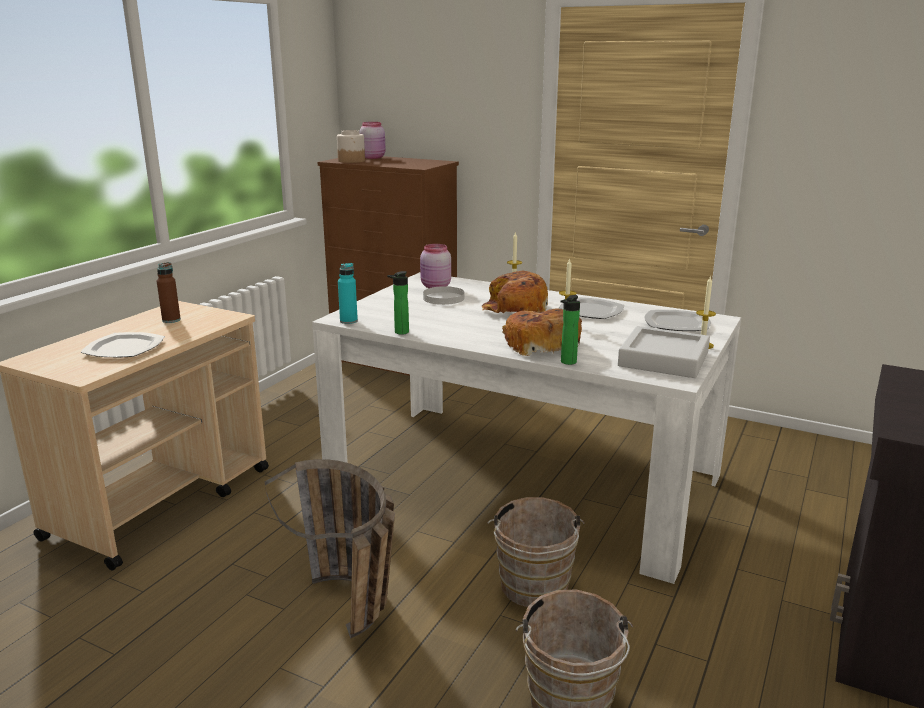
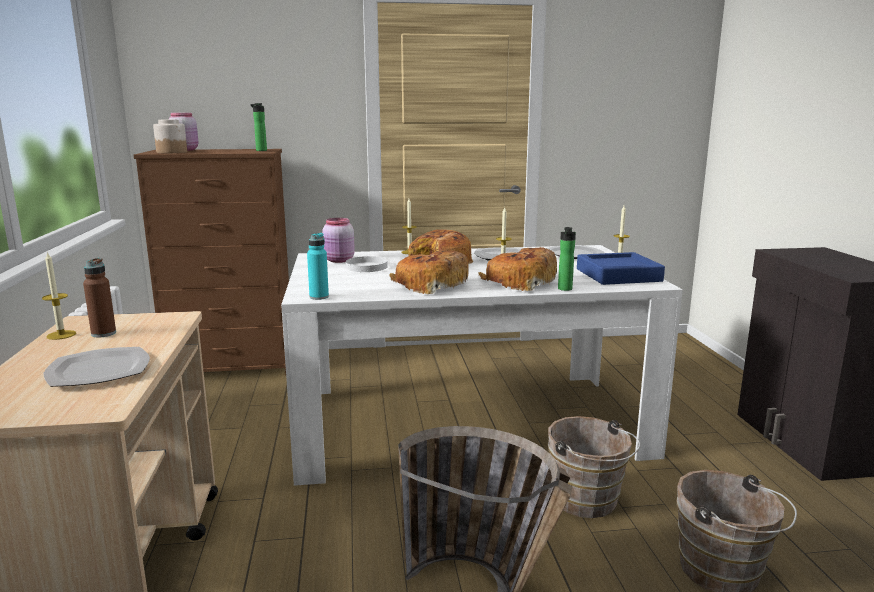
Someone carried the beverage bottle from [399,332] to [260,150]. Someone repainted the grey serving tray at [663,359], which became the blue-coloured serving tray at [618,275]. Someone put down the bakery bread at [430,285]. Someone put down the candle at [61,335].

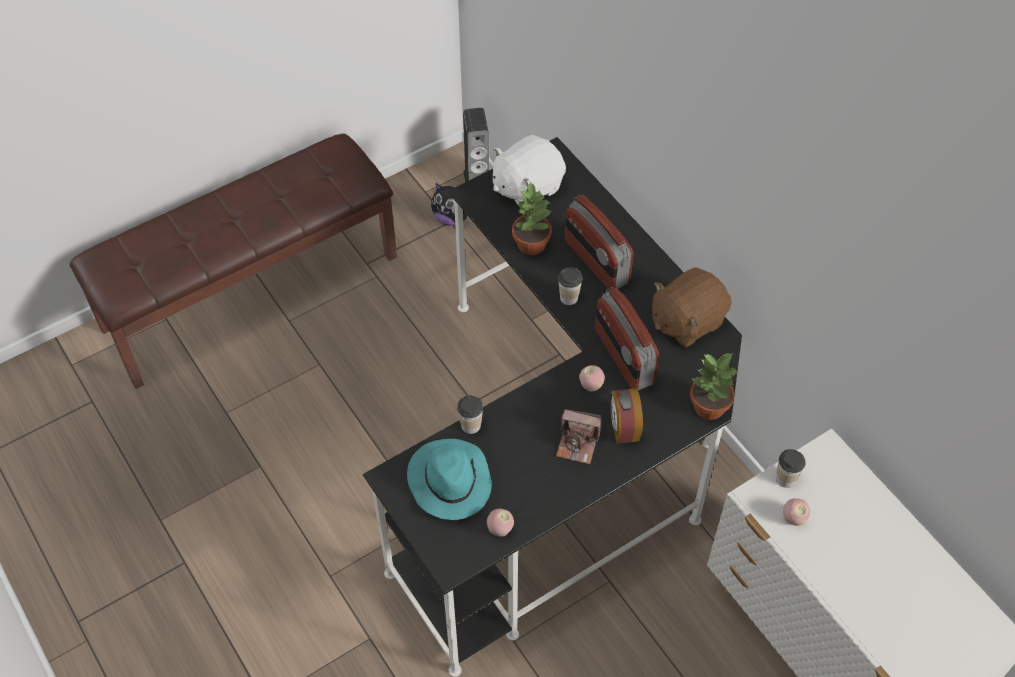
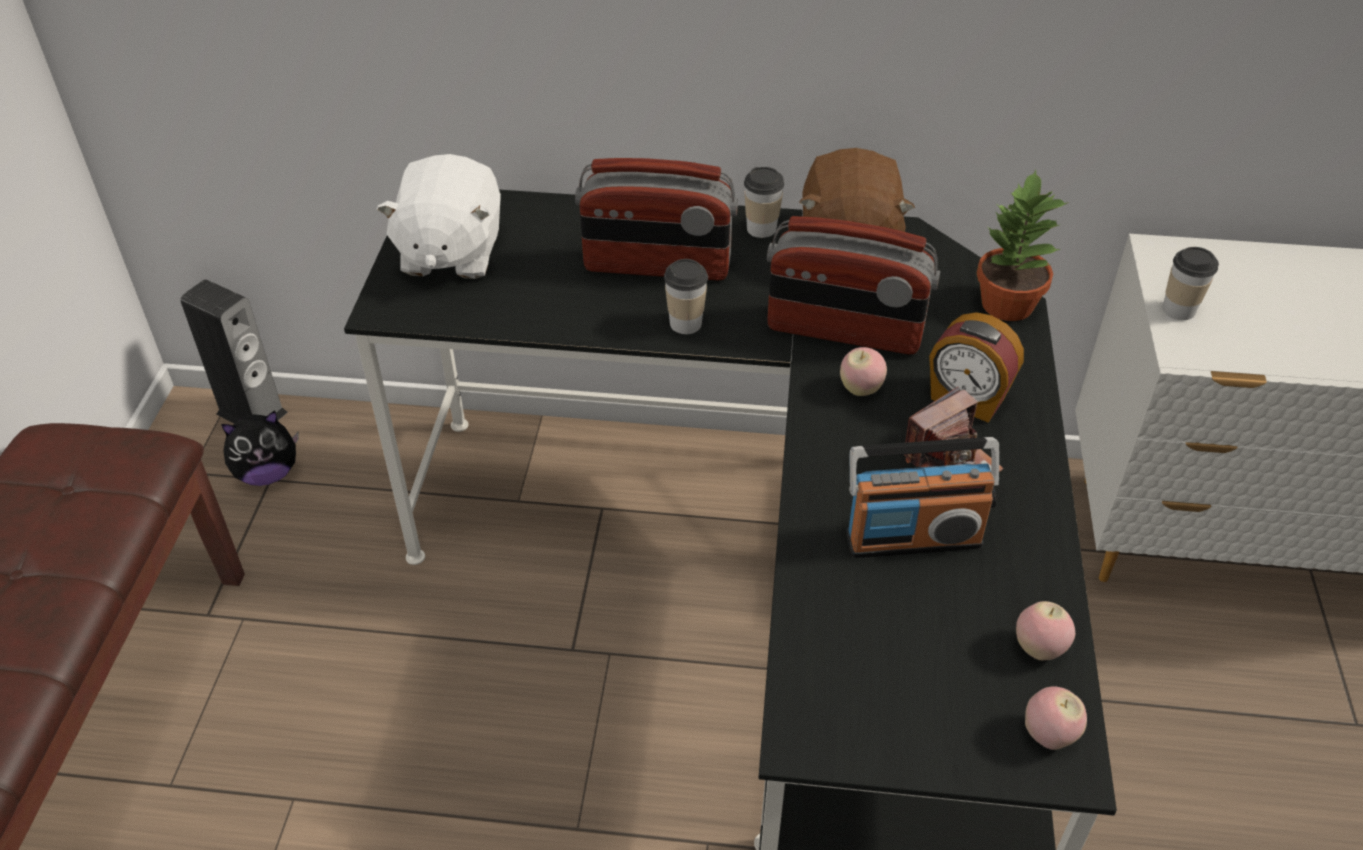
Someone took away the houseplant at [531,243]. Someone carried the cup from [471,425] to [761,228]. Someone took away the turquoise-coloured hat at [449,480]. Someone carried the whole apple from [793,518] to [1048,735]. Someone put down the radio set at [913,538].

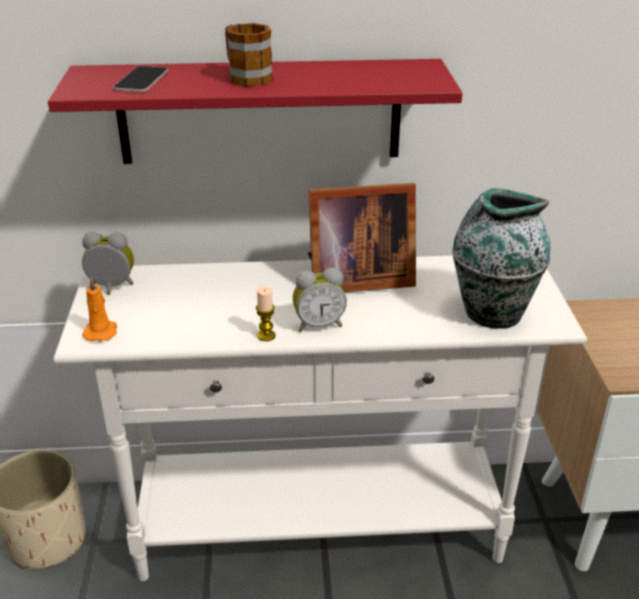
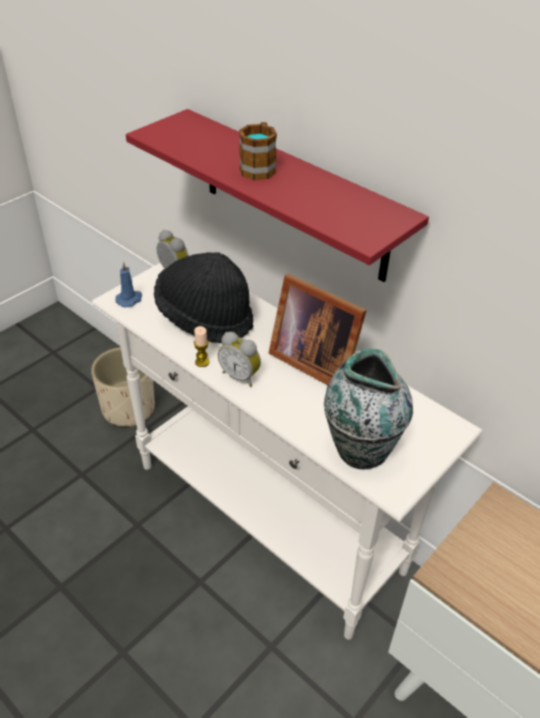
Someone took away the telephone at [141,80]. Someone repainted the orange-coloured candle at [101,331], which became the blue-coloured candle at [130,299]. Someone put down the black hat at [205,317].

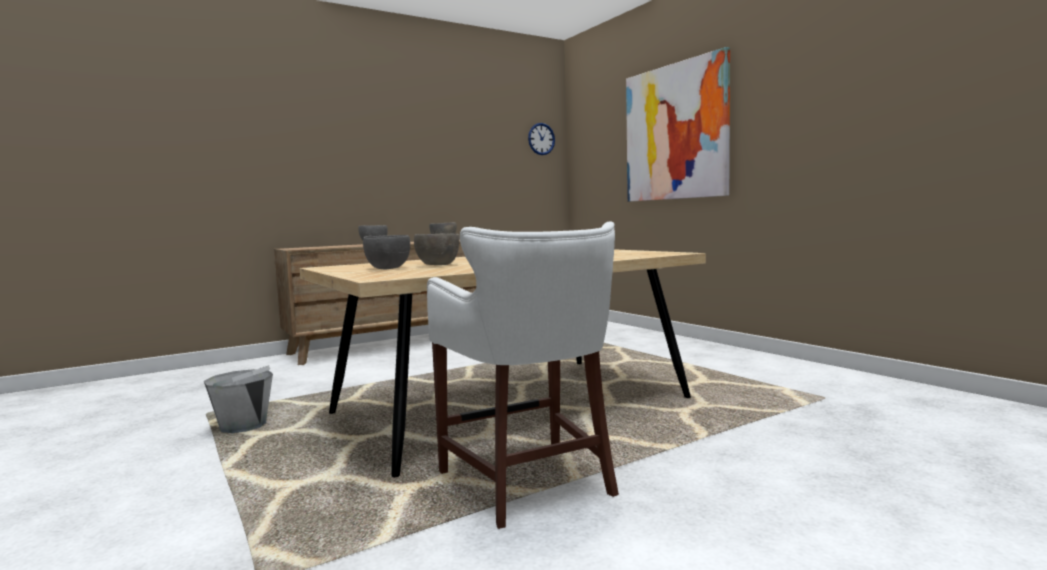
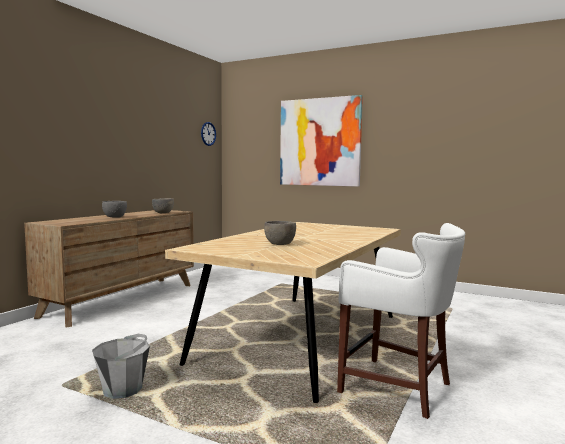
Someone took away the grey bowl at [388,268].

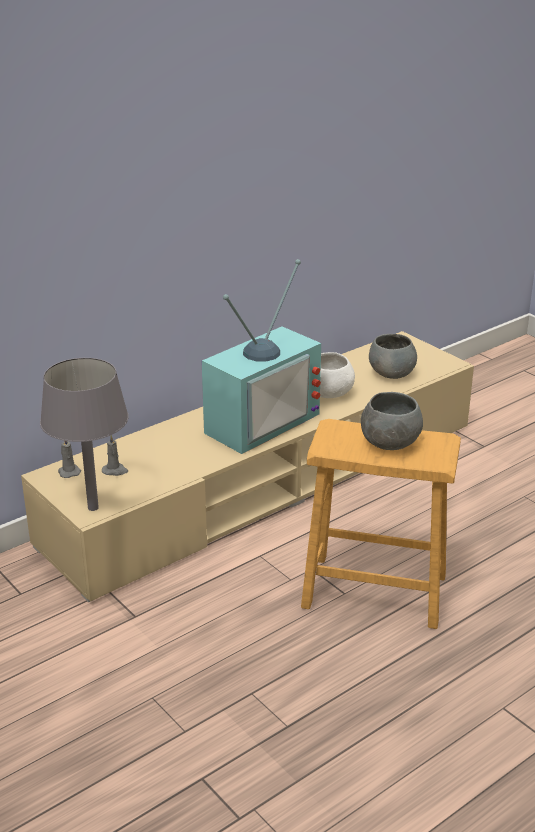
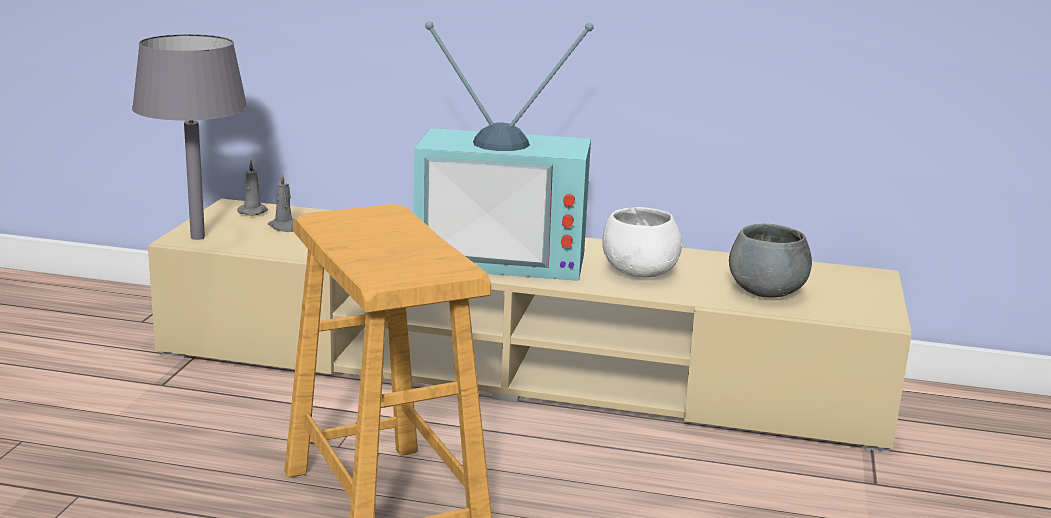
Someone took away the grey bowl at [389,443].

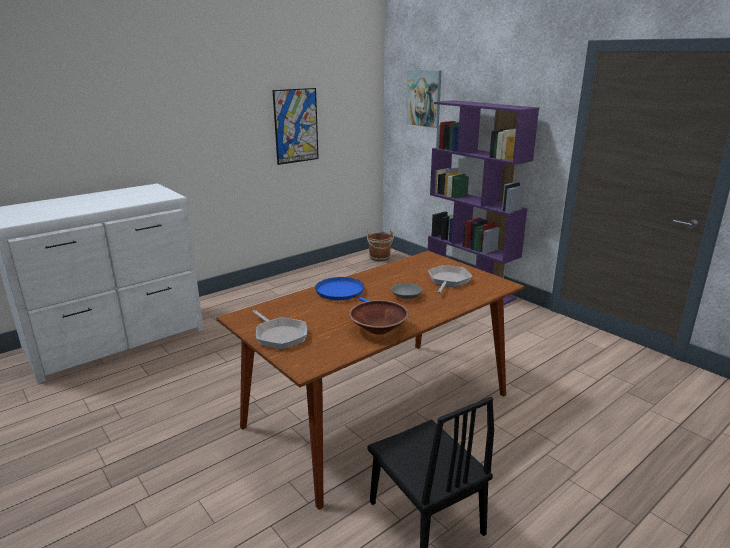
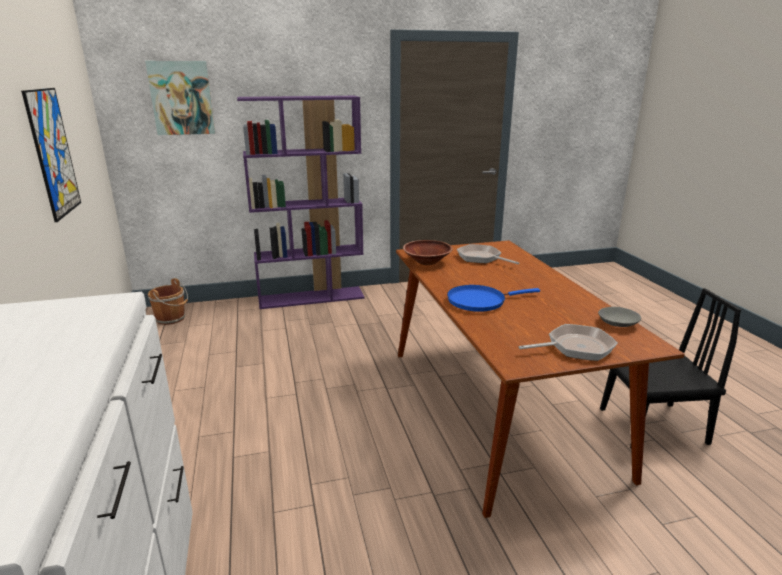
Someone carried the grey bowl from [406,296] to [617,323]. Someone carried the brown-coloured bowl from [379,329] to [427,262].

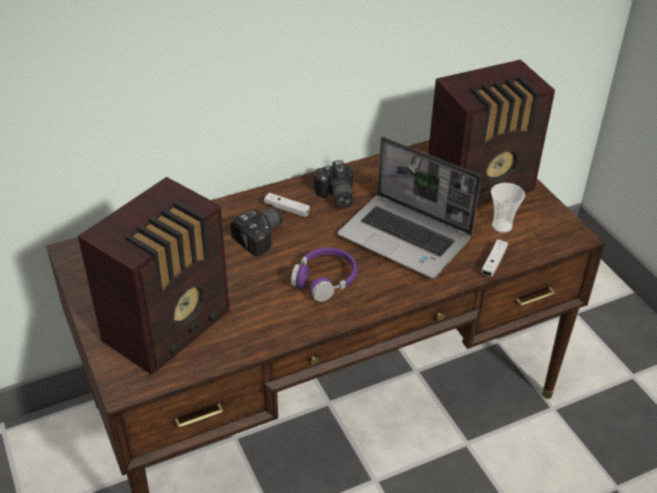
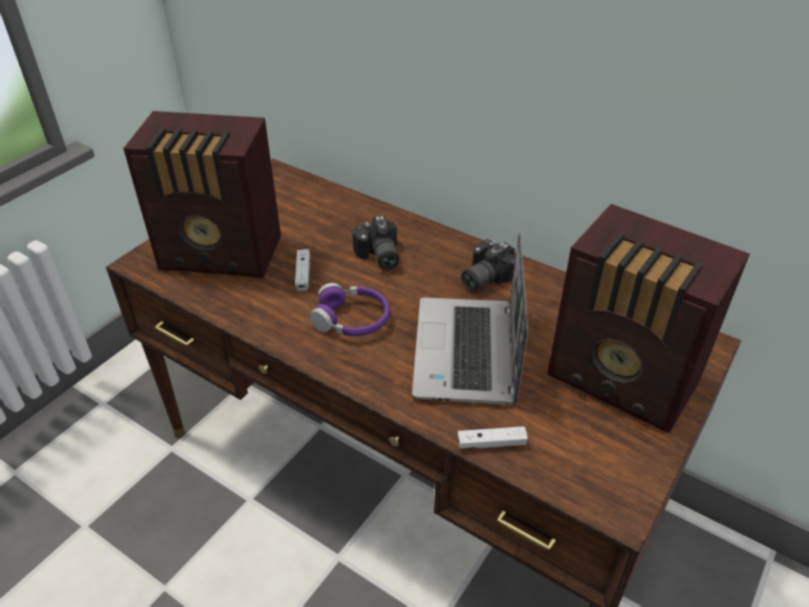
Someone took away the cup at [501,226]. Someone carried the whitish gamepad from [287,209] to [303,274]. Someone rotated the still camera at [262,237] by 60 degrees clockwise.

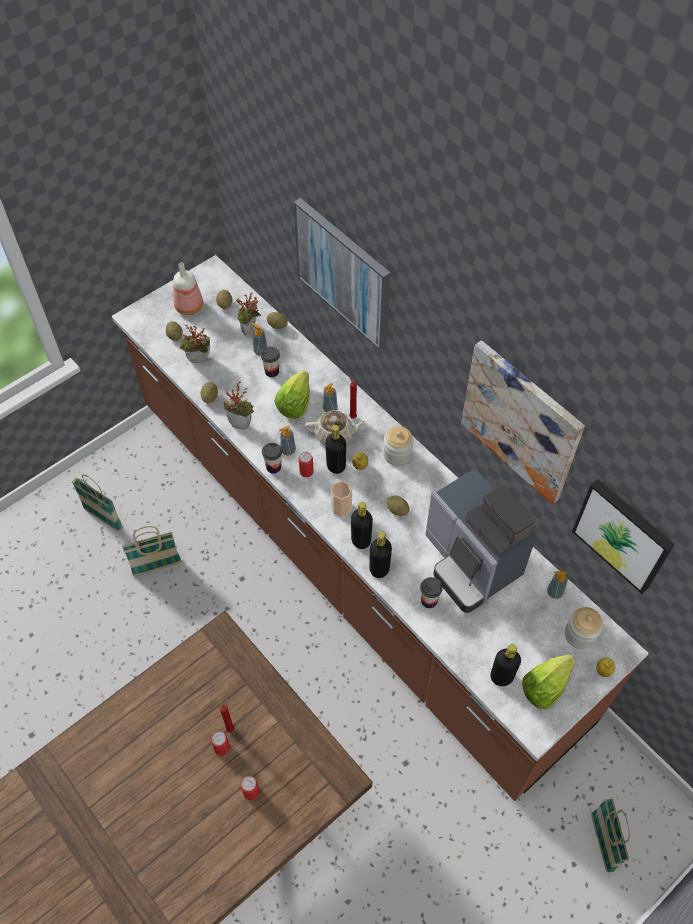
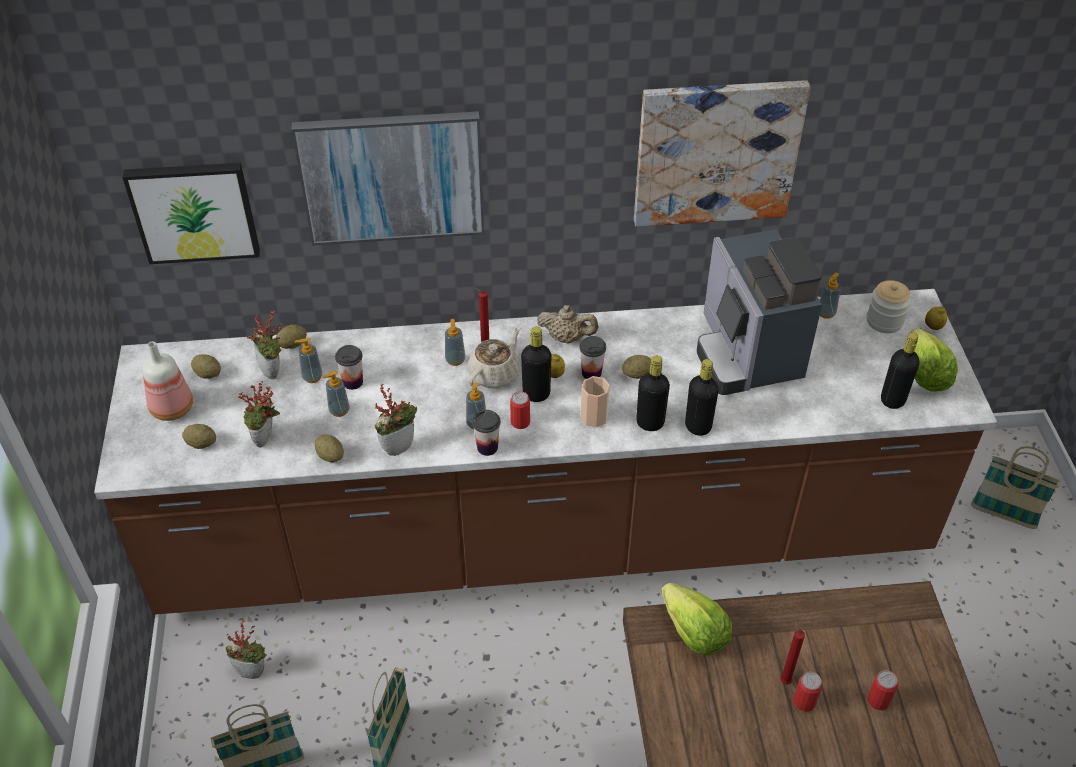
Someone carried the lettuce head from [294,404] to [693,633]. Someone swapped the jar at [397,454] for the beige-coloured tea pot at [567,338]. Someone rotated the coffee machine at [471,563] by 75 degrees clockwise. Someone carried the wall picture from [623,534] to [194,211]. Someone carried the cup from [429,600] to [591,373]. Someone put down the liquid soap bottle at [339,410]. Someone put down the houseplant at [253,670].

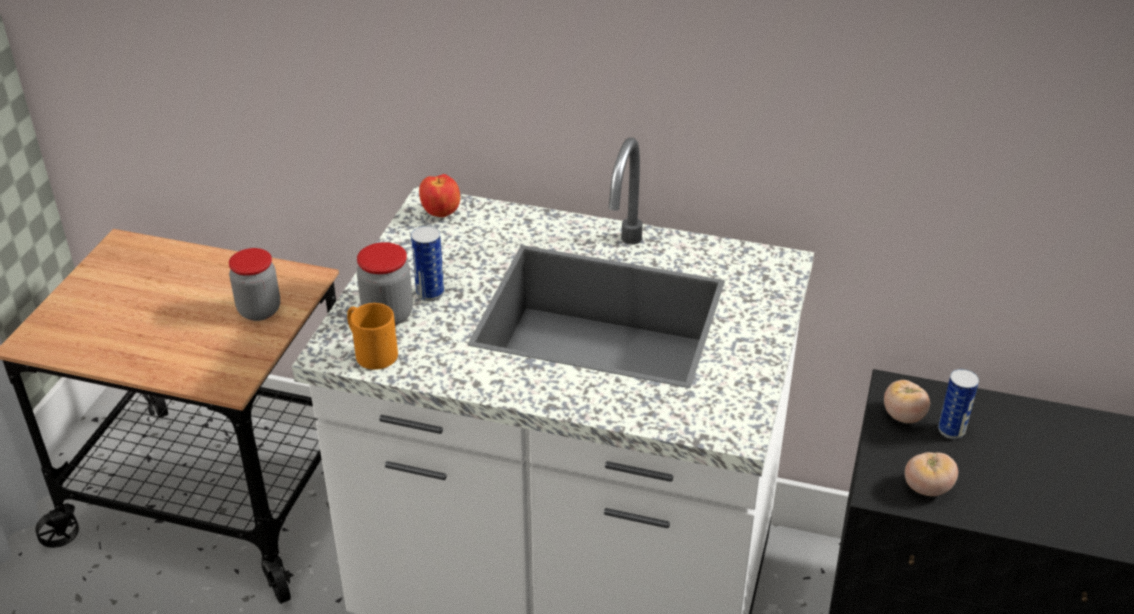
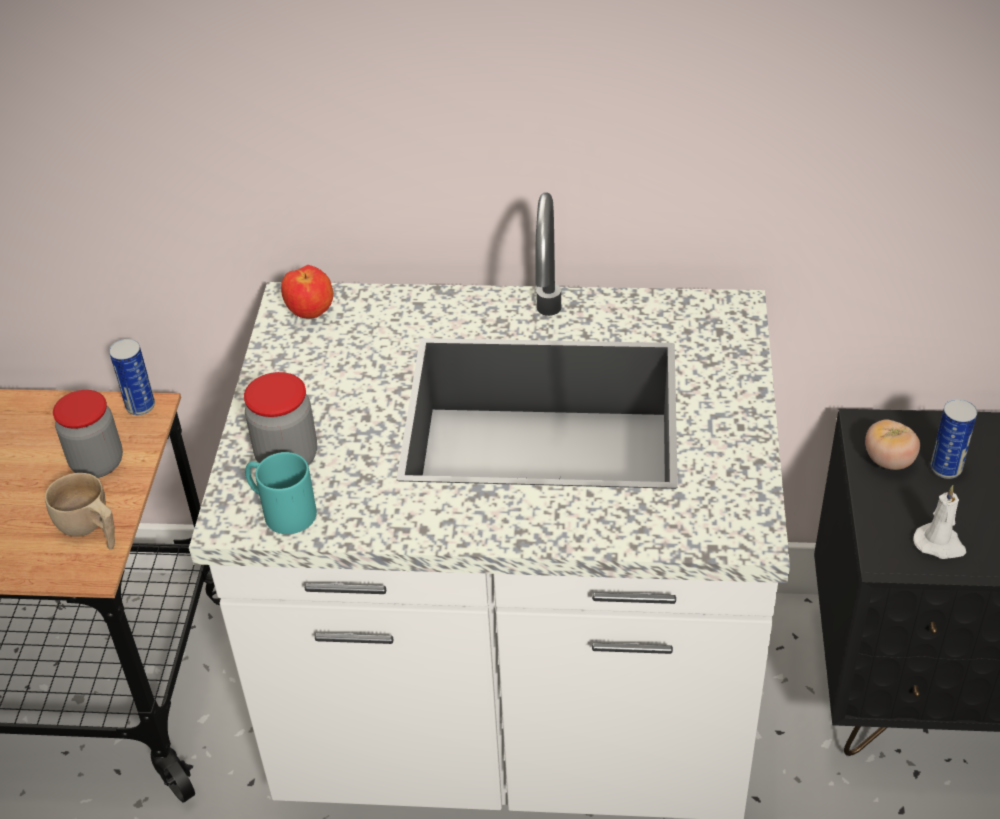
Someone carried the metal can from [430,293] to [140,406]. Someone repainted the orange-coloured tea mug at [370,352], which became the turquoise-coloured tea mug at [281,511]. Someone swapped the whole tomato at [927,488] for the whitish candle at [940,544]. Someone put down the beige-coloured cup at [90,530].

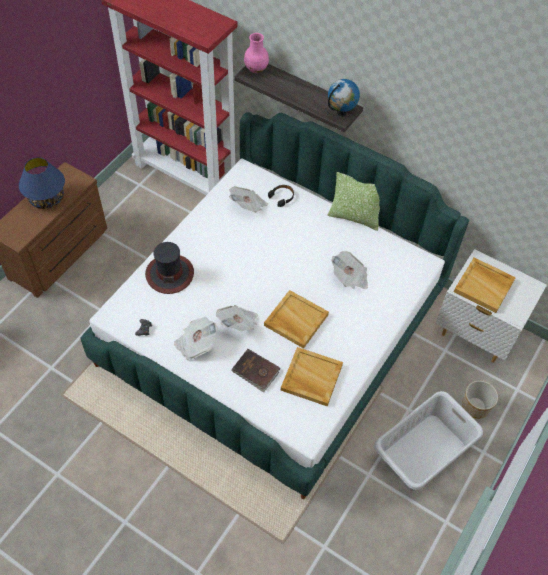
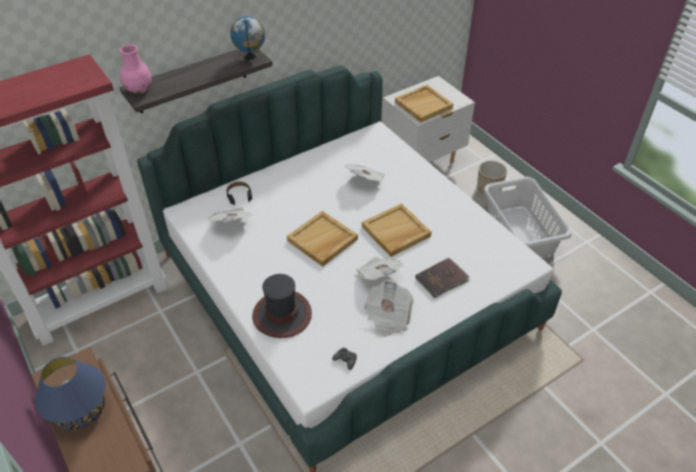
Someone took away the pillow at [354,217]. Someone carried the beige-coloured serving tray from [311,378] to [322,240].

